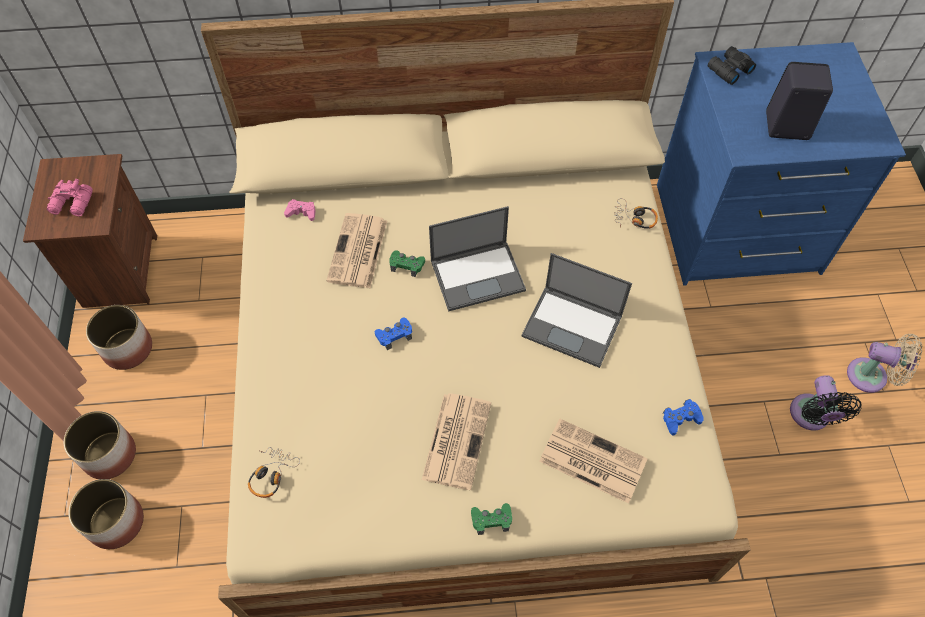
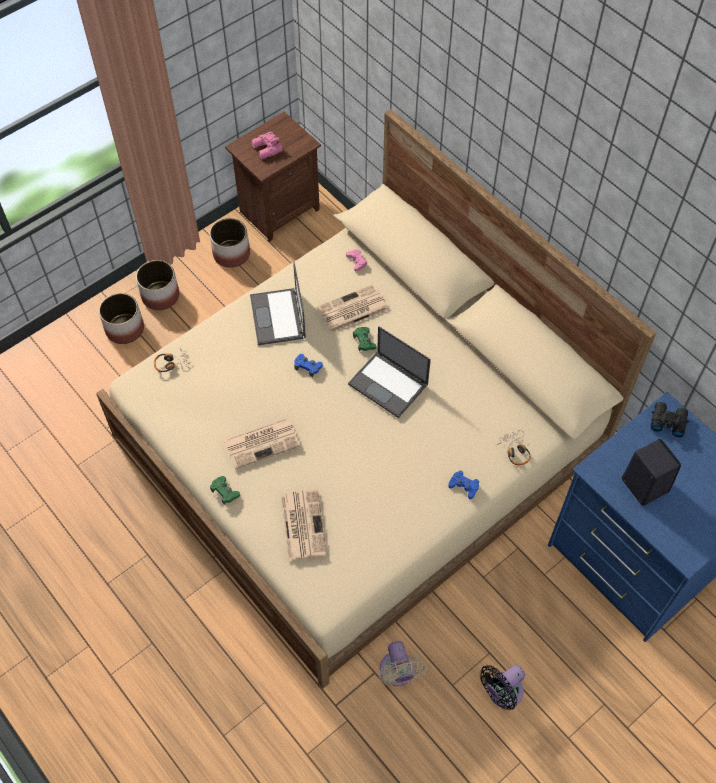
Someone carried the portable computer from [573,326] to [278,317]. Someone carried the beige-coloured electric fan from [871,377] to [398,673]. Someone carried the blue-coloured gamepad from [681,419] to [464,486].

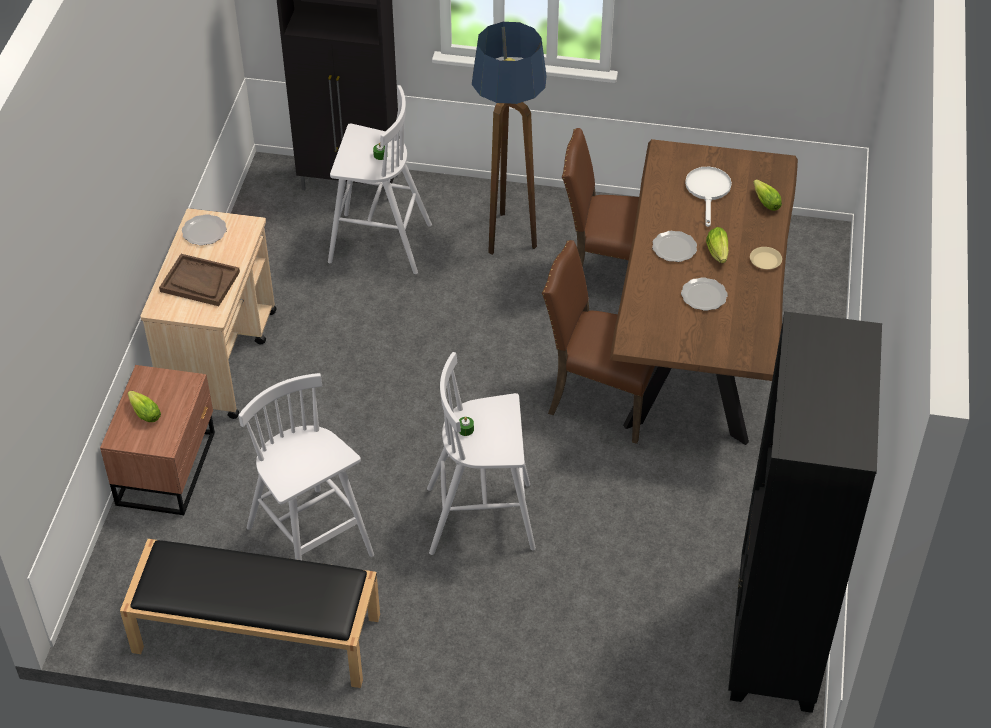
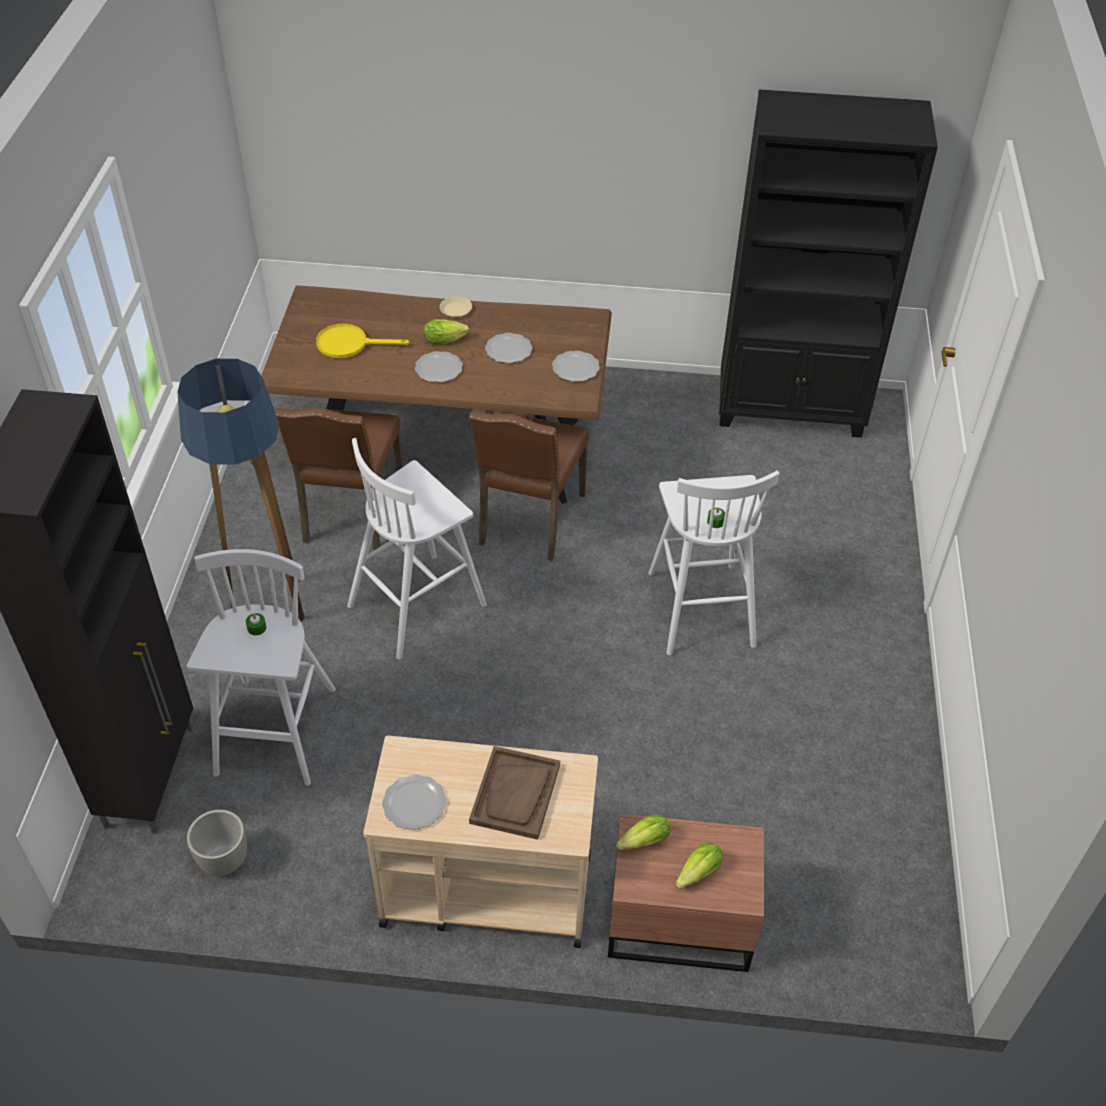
Someone repainted the whitish frying pan at [708,191], which became the yellow frying pan at [349,344]. Someone carried the lettuce head from [764,201] to [641,842]. Someone carried the whitish stool seat from [311,543] to [419,604]. Someone took away the black indoor bench at [255,634]. Someone put down the dinner plate at [576,368]. Someone put down the grey planter at [223,860].

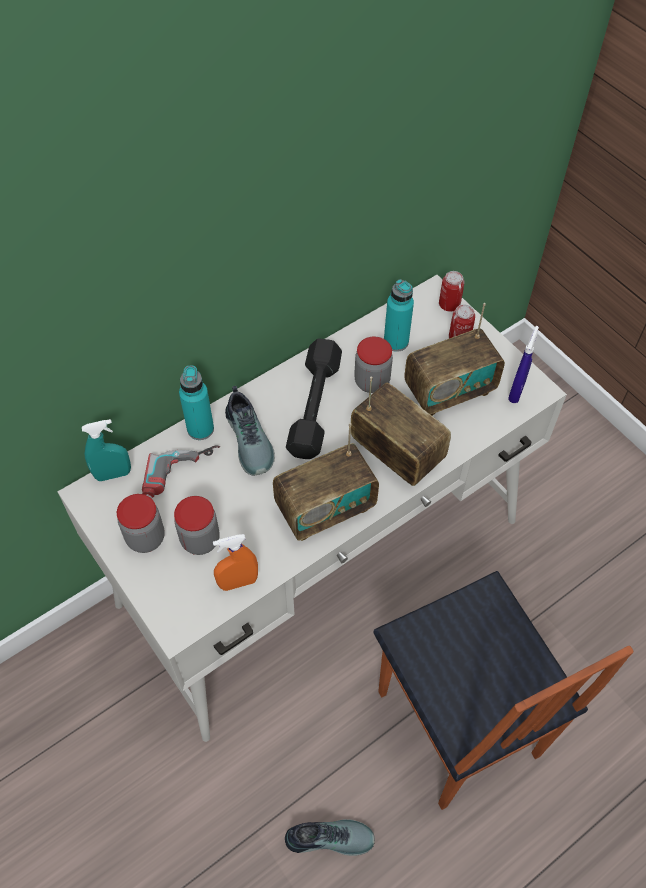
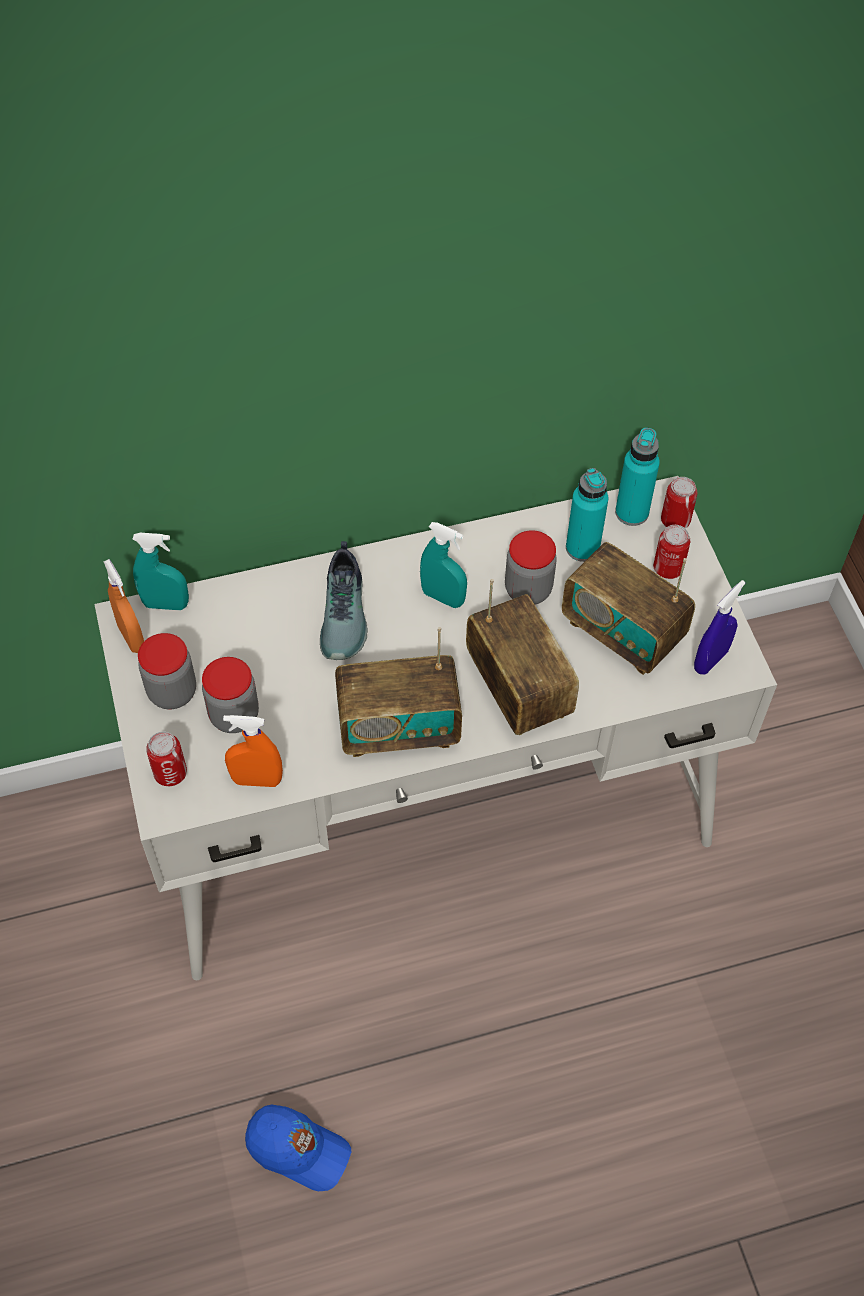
Someone rotated the radio set at [449,391] by 45 degrees clockwise. Someone swapped the black free weight at [315,405] for the turquoise-coloured hand sprayer at [443,597]. Someone carried the turquoise-coloured beverage bottle from [200,429] to [632,512]. Someone took away the power drill at [181,479]. Someone took away the chair at [456,726]. Someone swapped the item of footwear at [329,836] for the blue-coloured peaked cap at [298,1150]. Someone put down the orange-coloured hand sprayer at [131,637]. Someone put down the metal can at [170,773].

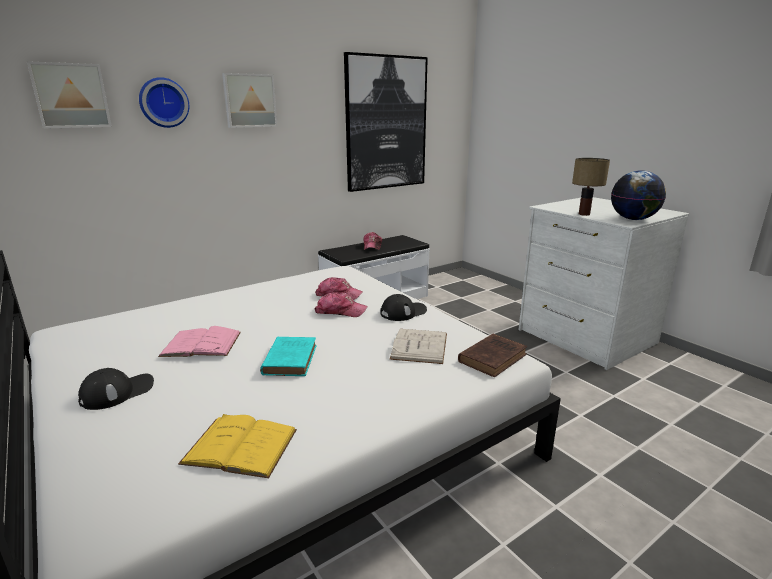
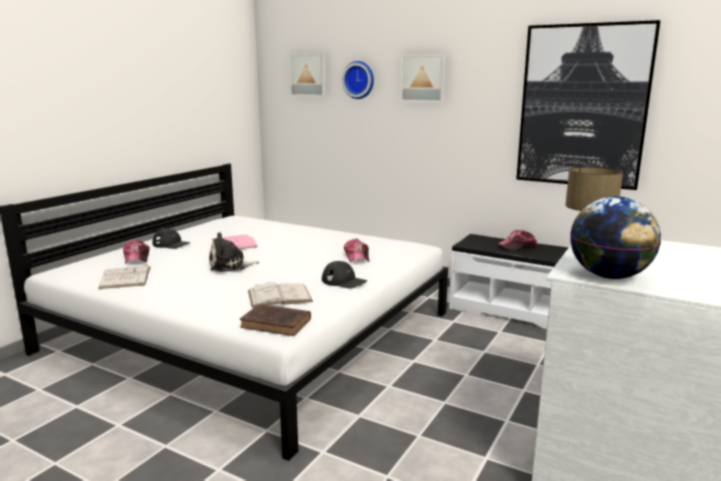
Someone carried the peaked cap from [340,311] to [137,258]. Someone swapped the turquoise-coloured book at [290,359] for the plush toy at [230,266]. Someone repainted the yellow book at [240,446], which became the whitish book at [125,277].

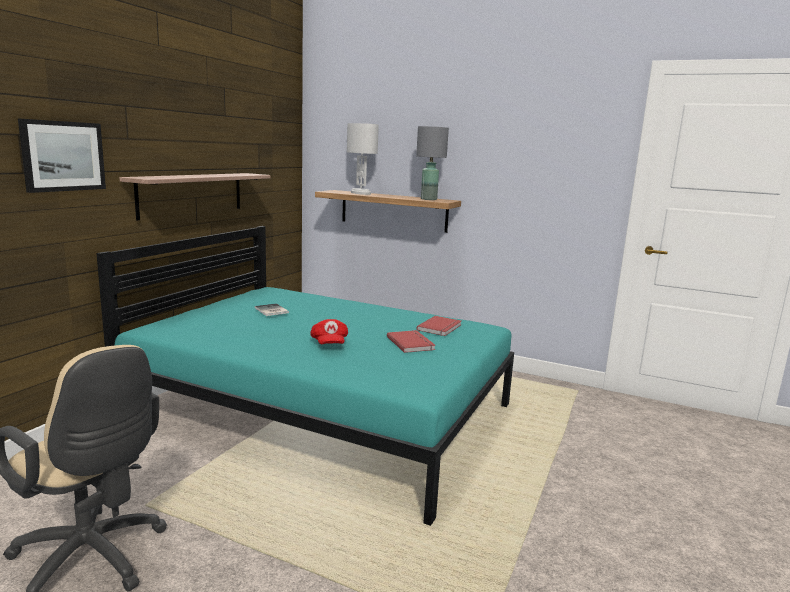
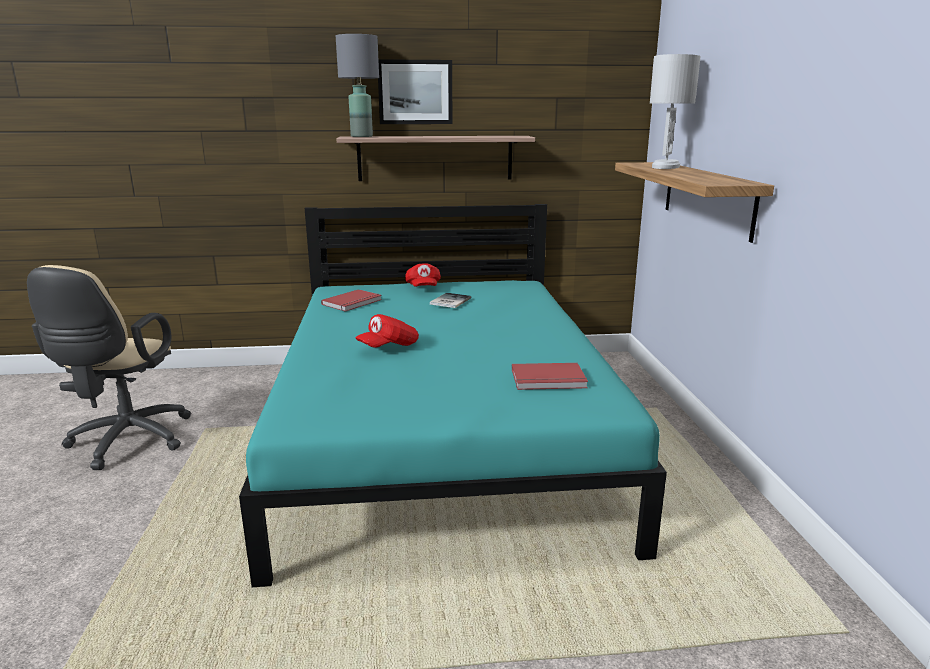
Someone carried the wall picture from [63,156] to [415,92]. Someone carried the grey lamp for a table from [428,199] to [361,136]. Someone carried the red-coloured book from [411,343] to [353,302]. Someone put down the red-coloured peaked cap at [423,288].

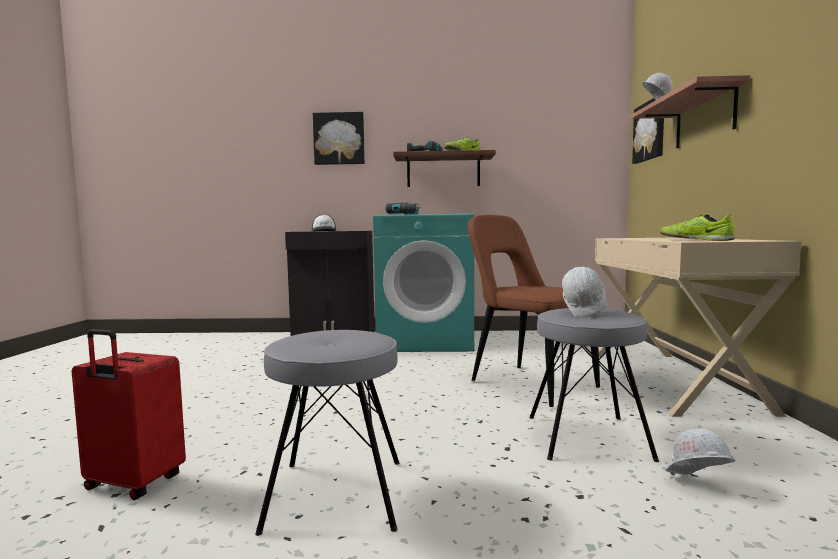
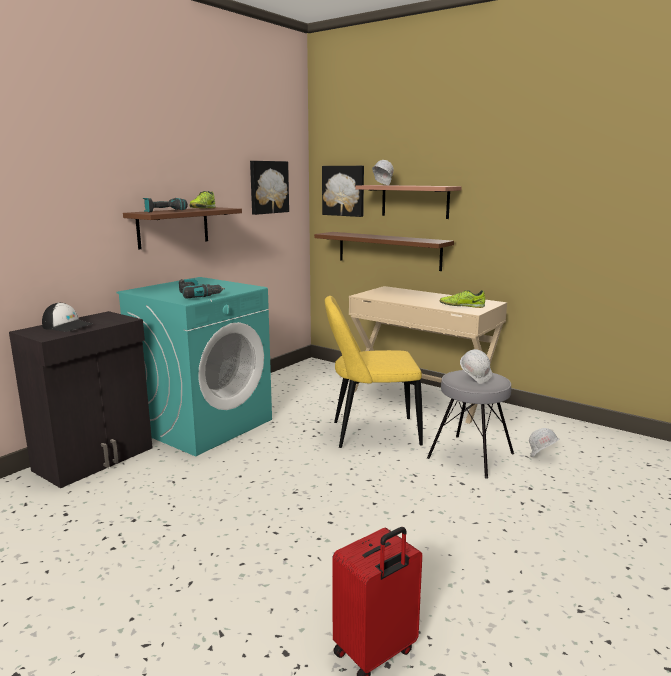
Someone carried the wall picture from [339,139] to [268,187]. Someone repainted the brown-coloured chair at [528,383], which became the yellow chair at [371,433]. Someone took away the grey stool seat at [337,494]. Someone put up the brown-coloured shelf at [388,250].

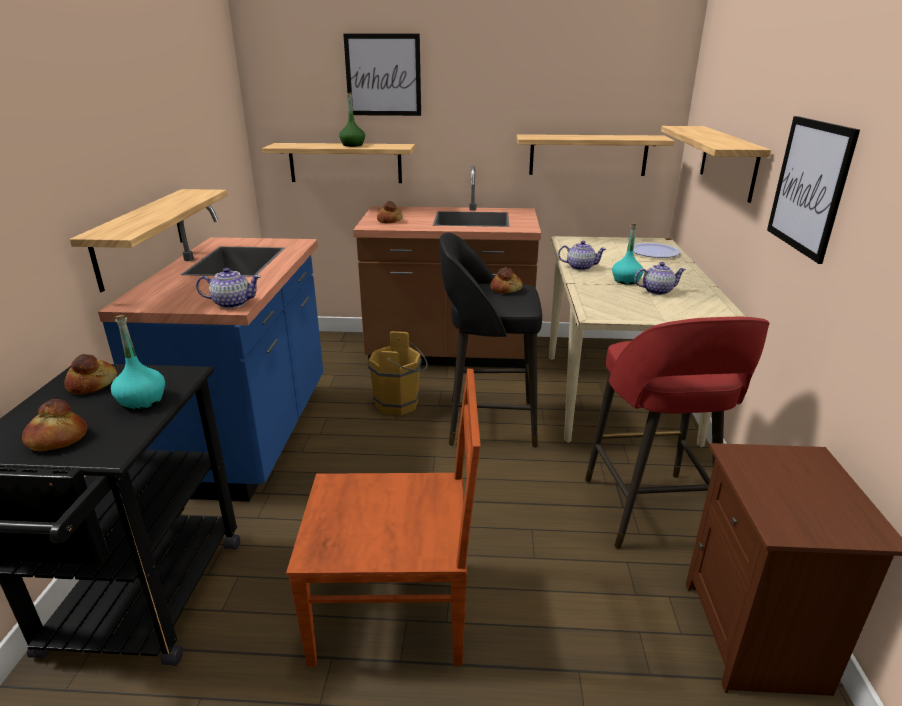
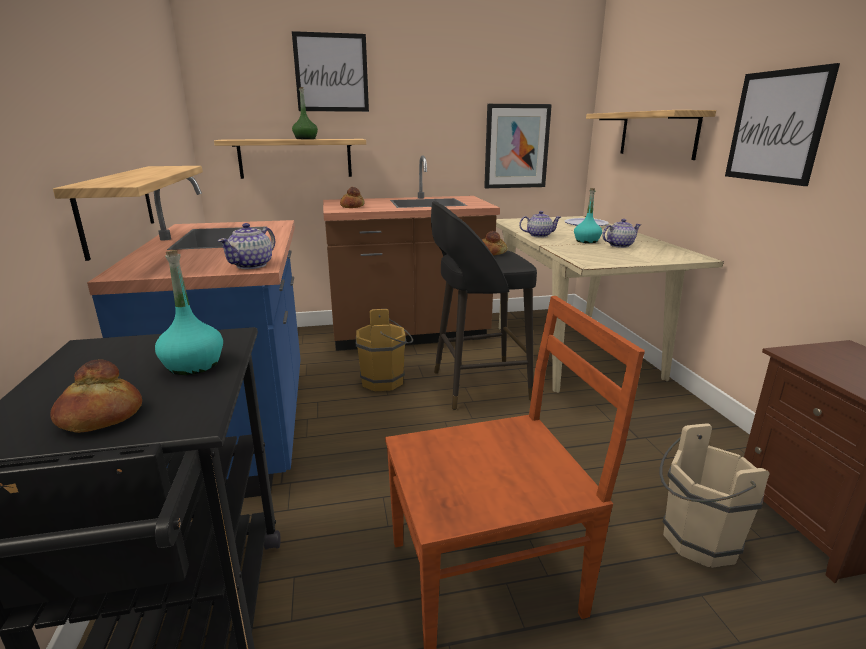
Someone swapped the shelf at [588,155] for the wall picture at [516,146]. Someone rotated the tea pot at [232,303] by 135 degrees clockwise. Someone took away the red-coloured stool seat at [649,512]. Someone took away the bakery bread at [93,384]. Someone put down the beige-coloured water bucket at [694,541].

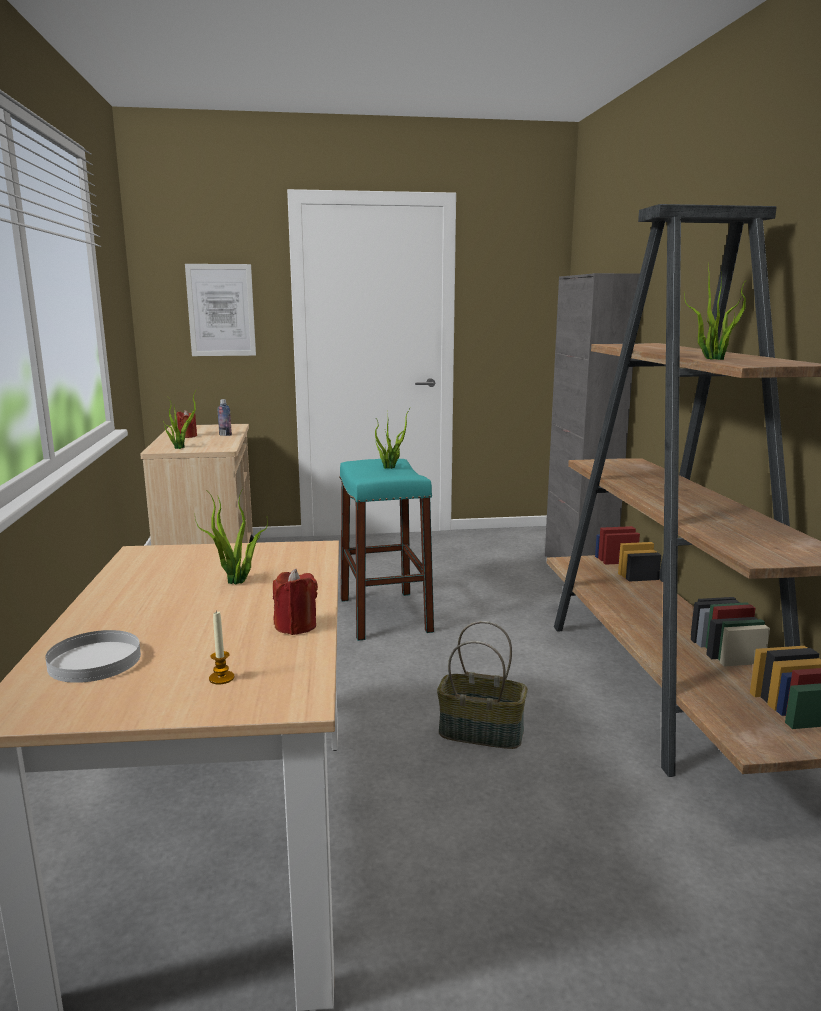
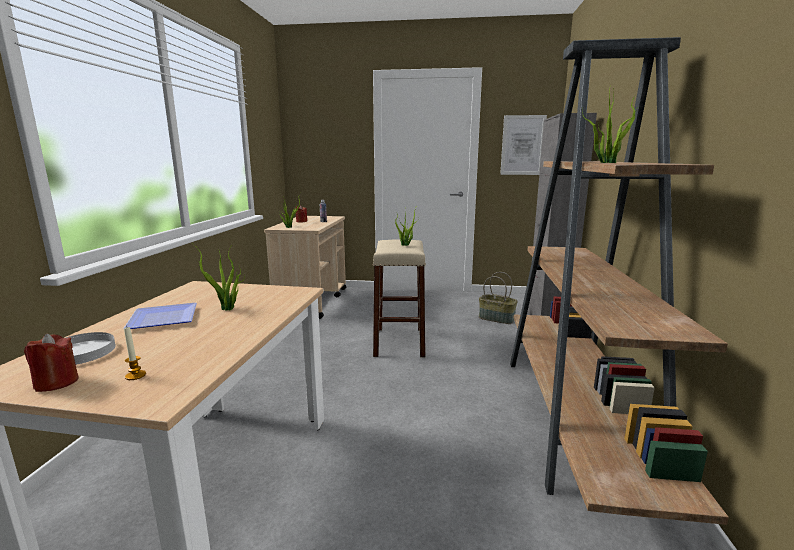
Someone carried the wall picture from [221,310] to [522,145]. Someone repainted the turquoise-coloured stool seat at [385,615], which became the beige-coloured stool seat at [399,342]. Someone carried the red-coloured candle from [295,626] to [56,382]. Someone carried the household basket from [482,732] to [497,318]. Someone put down the dinner plate at [161,318].

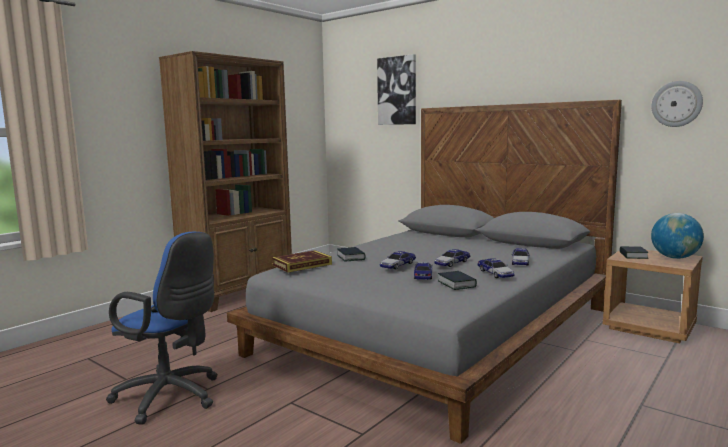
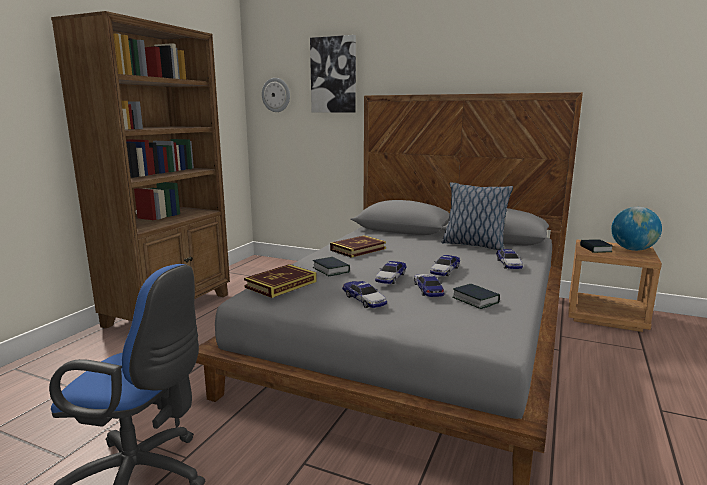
Someone carried the clock on the wall from [676,104] to [276,95]. Someone carried the model car from [495,273] to [364,300]. Someone put down the pillow at [473,245]. Someone put down the book at [358,249].

